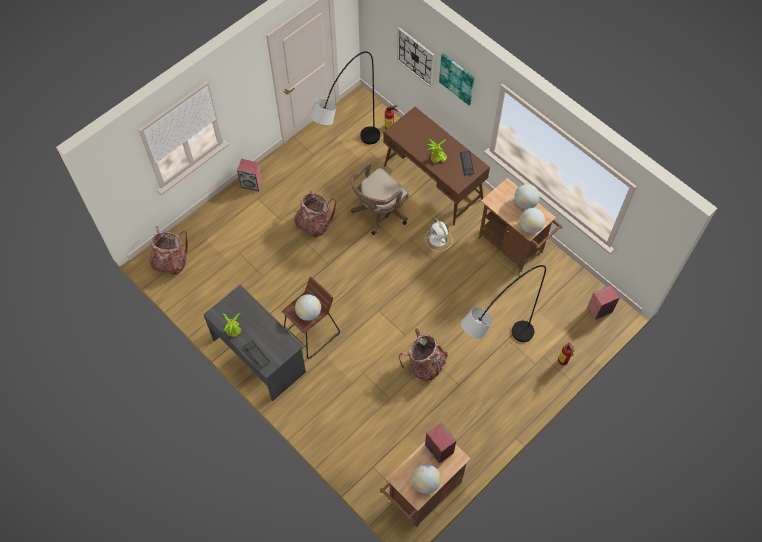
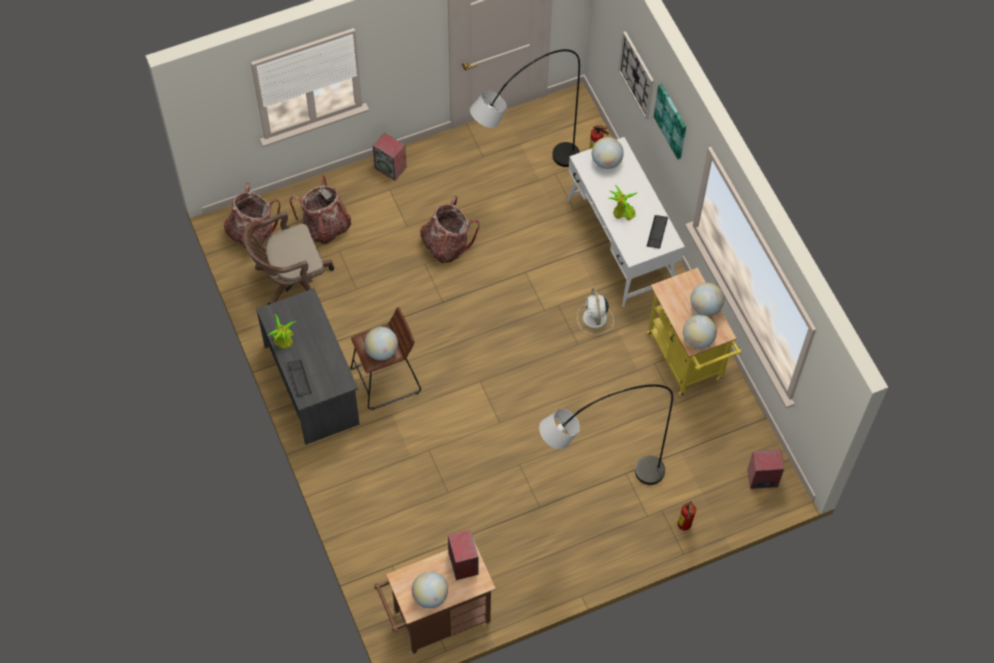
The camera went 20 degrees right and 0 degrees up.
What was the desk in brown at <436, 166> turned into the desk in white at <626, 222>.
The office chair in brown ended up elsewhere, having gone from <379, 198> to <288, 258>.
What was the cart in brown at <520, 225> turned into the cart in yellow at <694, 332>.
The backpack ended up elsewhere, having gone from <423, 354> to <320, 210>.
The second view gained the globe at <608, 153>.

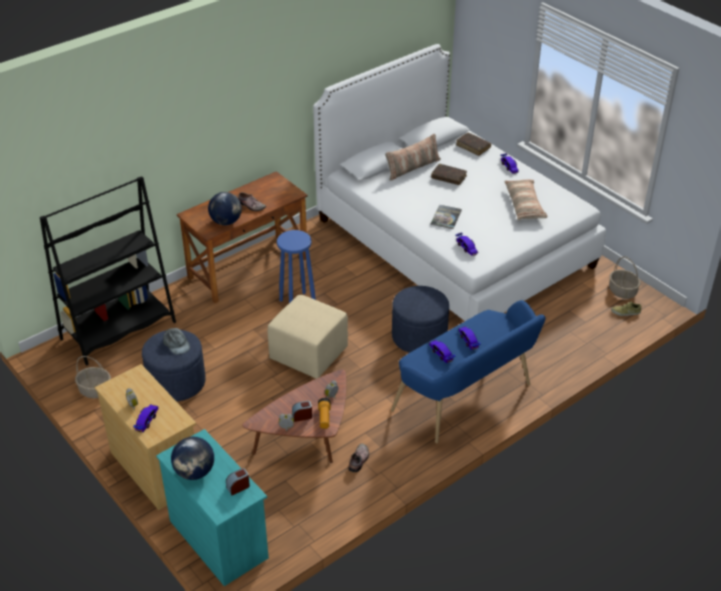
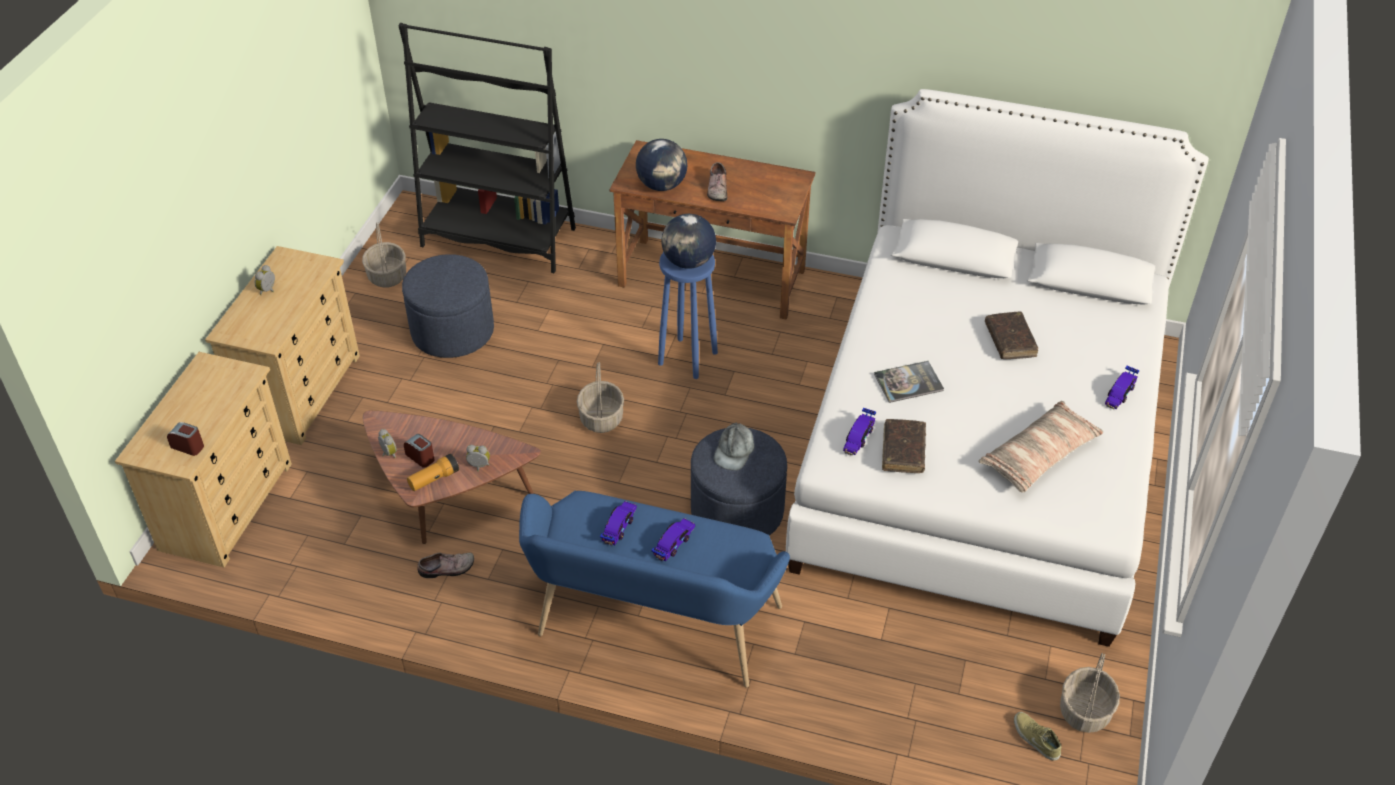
The camera went 55 degrees right and 5 degrees up.
The book in brown ended up elsewhere, having gone from <473, 144> to <904, 446>.
The second view lost the pillow at <413, 157>.
Where the ottoman in beige stood at <308, 337>, the basket came to stand at <600, 397>.
The cap in grey ended up elsewhere, having gone from <176, 341> to <734, 446>.
The second view lost the toy car at <145, 418>.
What was the dresser in turquoise at <212, 507> turned into the dresser in beige at <203, 460>.
The globe ended up elsewhere, having gone from <192, 458> to <688, 241>.

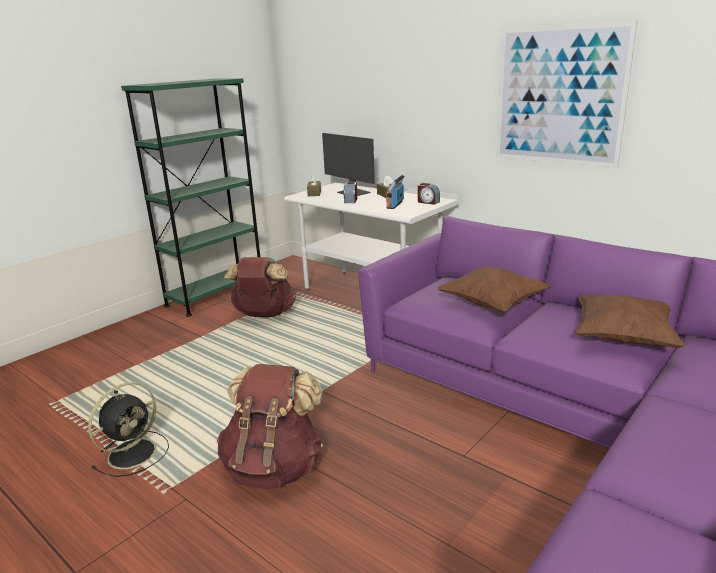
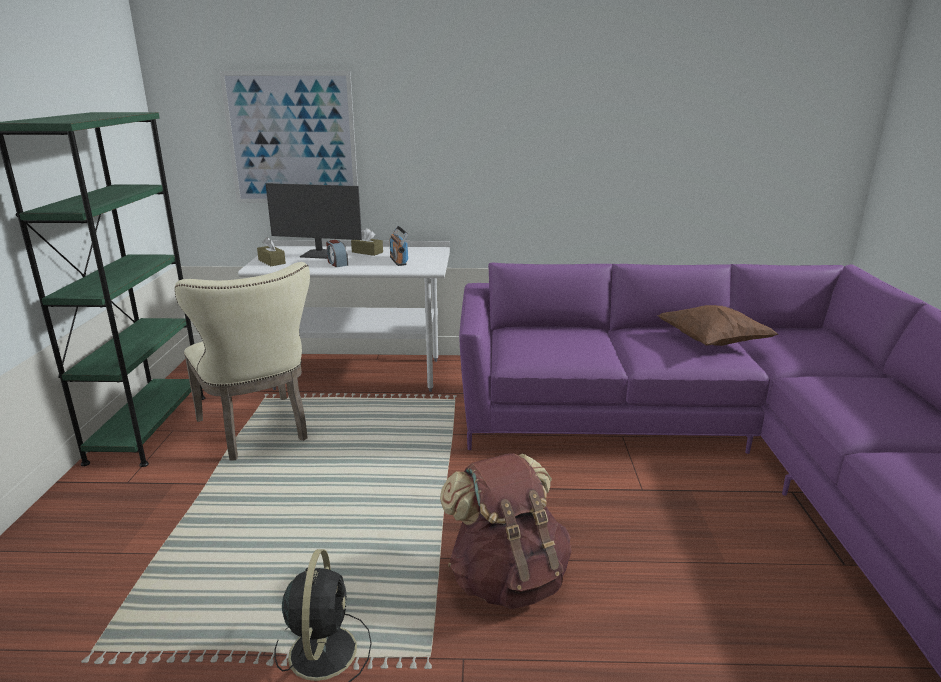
The camera went 40 degrees left and 0 degrees up.
The picture ended up elsewhere, having gone from <566, 94> to <288, 137>.
The second view lost the alarm clock at <429, 194>.
Where the backpack in brown stood at <260, 287>, the chair in beige came to stand at <242, 361>.
The second view lost the pillow in brown at <494, 289>.

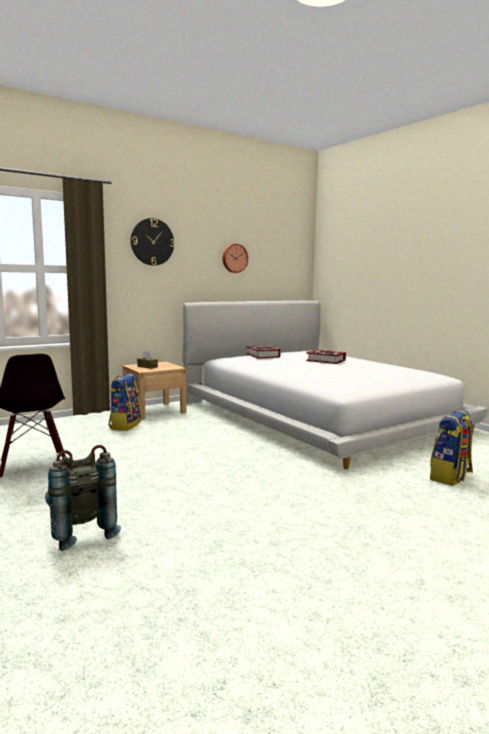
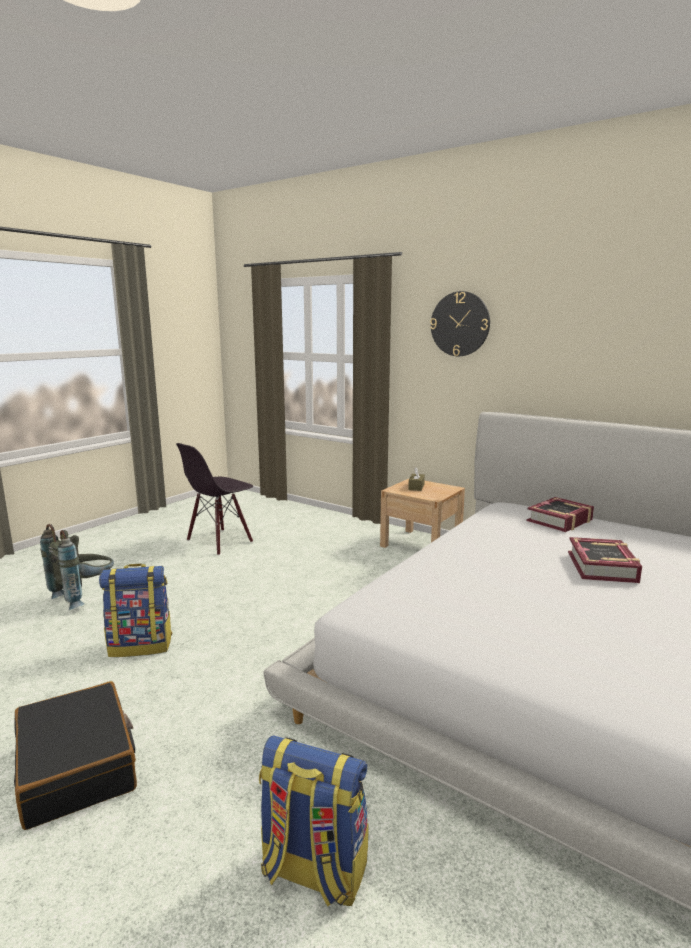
The camera went 70 degrees right and 5 degrees up.
The second view lost the wall clock at <235, 258>.
The backpack ended up elsewhere, having gone from <124, 402> to <135, 610>.
The second view gained the suitcase in black at <75, 755>.

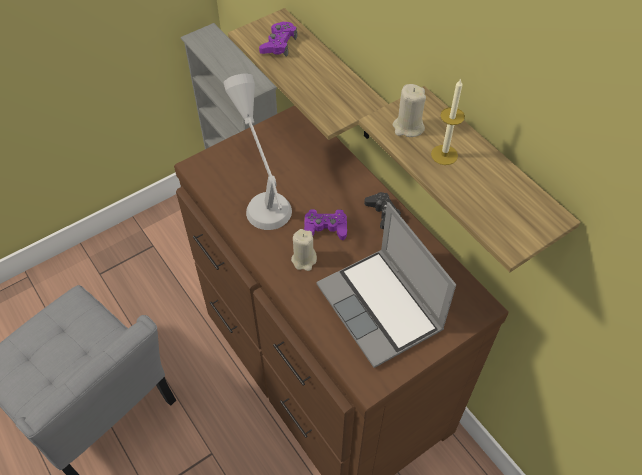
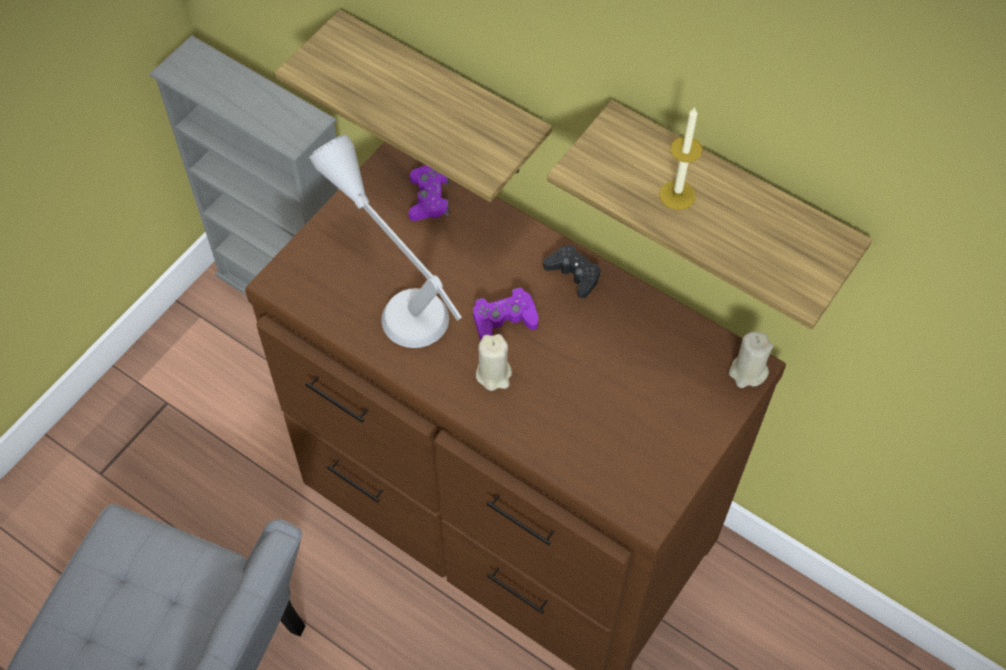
The camera went 20 degrees left and 5 degrees up.
The game controller in purple ended up elsewhere, having gone from <278, 39> to <429, 193>.
The candle in beige ended up elsewhere, having gone from <409, 110> to <751, 360>.
The second view lost the laptop at <386, 285>.

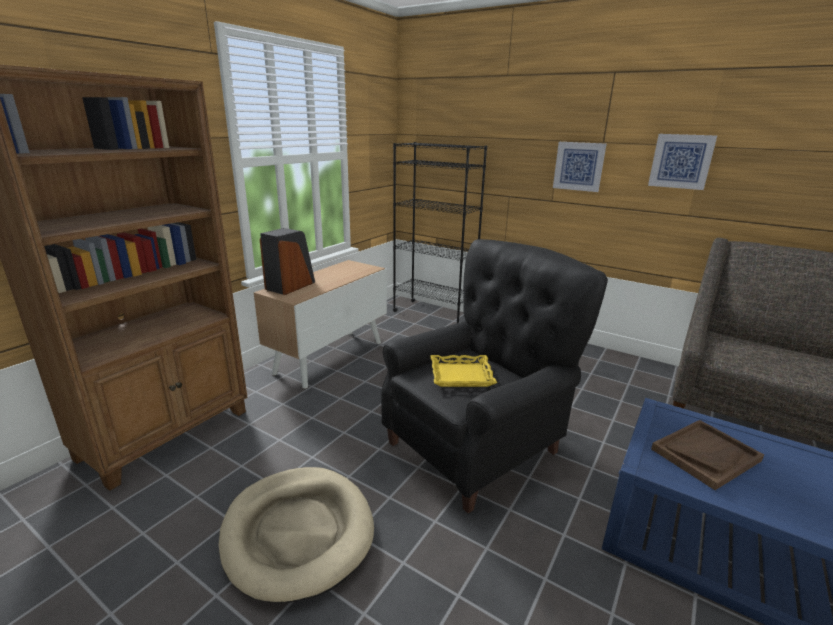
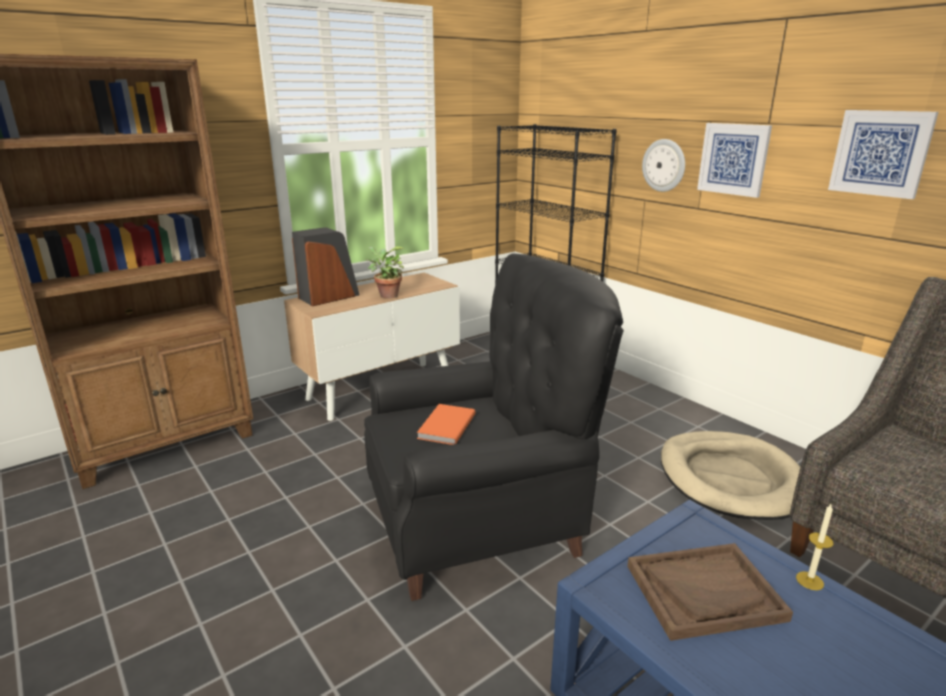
The camera went 20 degrees right and 0 degrees up.
Where the tray in yellow stood at <463, 371>, the book in orange came to stand at <446, 424>.
The dog bed in beige ended up elsewhere, having gone from <296, 535> to <730, 475>.
The second view gained the wall clock at <663, 165>.
The second view gained the potted plant at <385, 272>.
The second view gained the candle at <815, 547>.

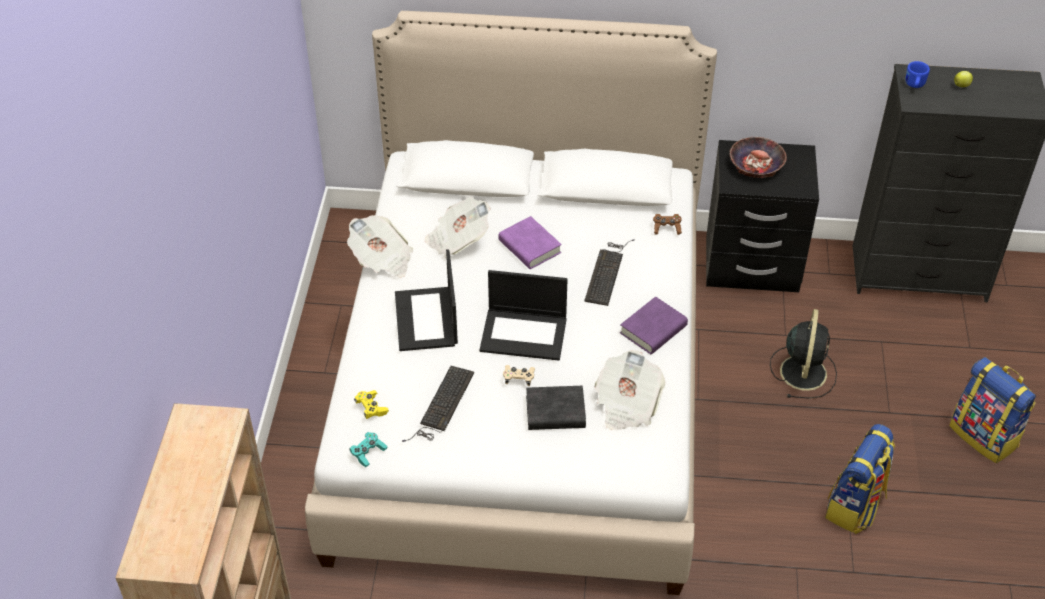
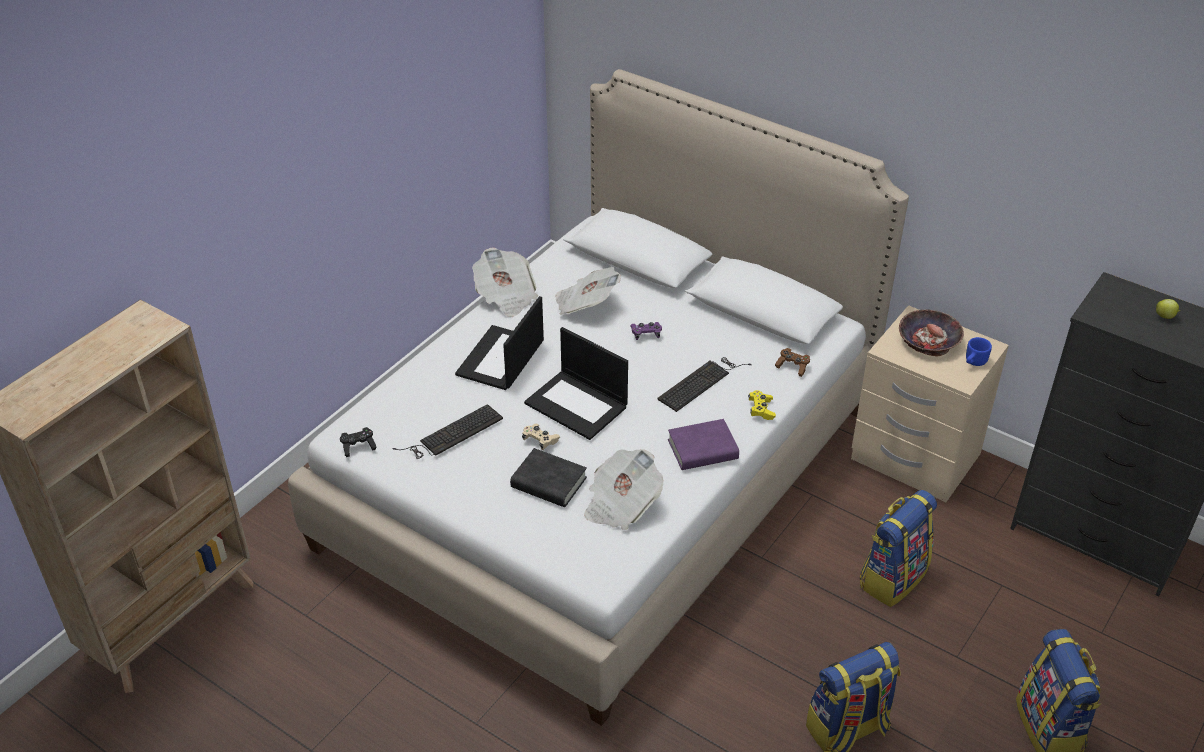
The camera went 30 degrees right and 5 degrees down.
The mug in blue ended up elsewhere, having gone from <917, 74> to <979, 351>.
What was the nightstand in black at <762, 216> turned into the nightstand in beige at <930, 403>.
Where the book in purple stood at <530, 242>, the game controller in purple came to stand at <646, 331>.
Where the fan in black stood at <803, 353>, the backpack came to stand at <898, 548>.
The game controller in yellow ended up elsewhere, having gone from <371, 404> to <762, 405>.
What was the game controller in turquoise at <368, 449> turned into the game controller in black at <358, 442>.

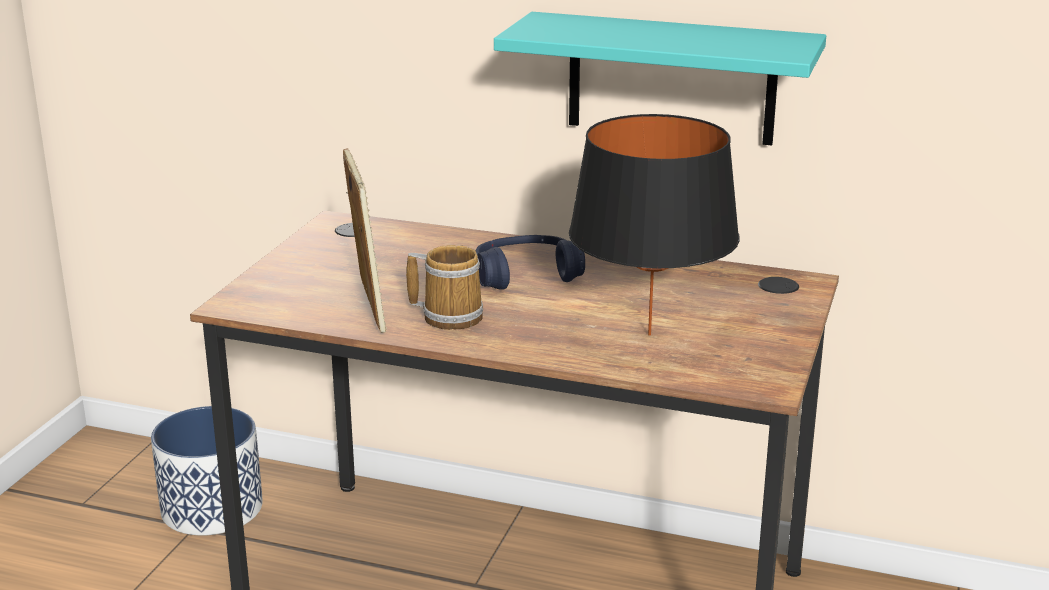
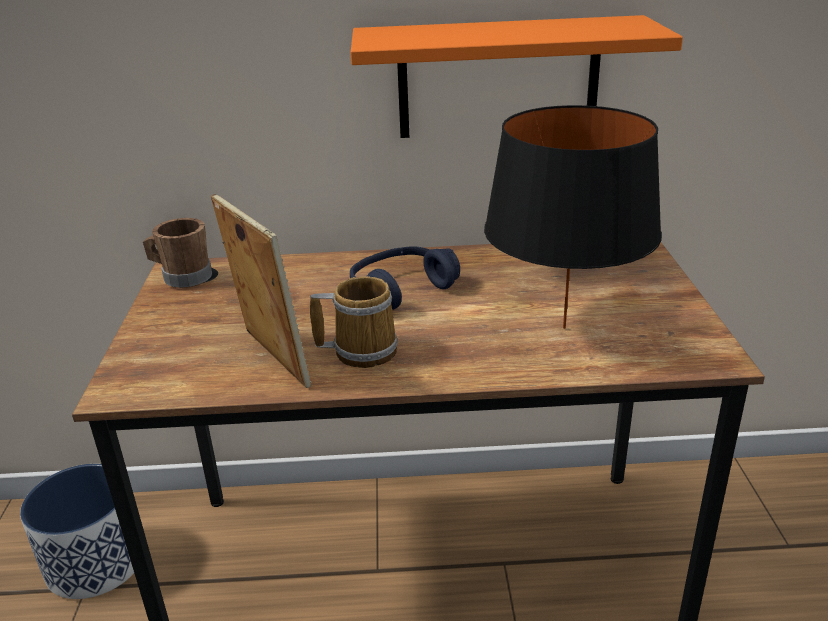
The camera went 20 degrees left and 5 degrees up.
What was the shelf in turquoise at <660, 78> turned into the shelf in orange at <516, 76>.
The second view gained the mug in brown at <177, 253>.

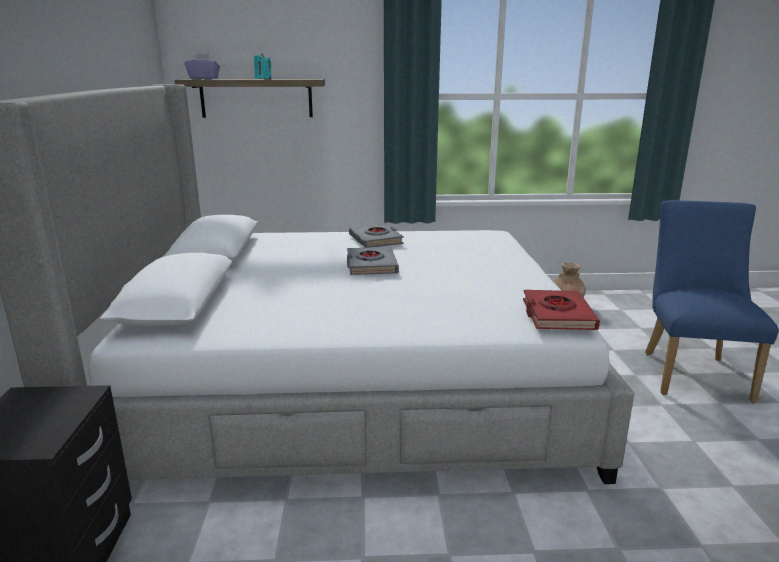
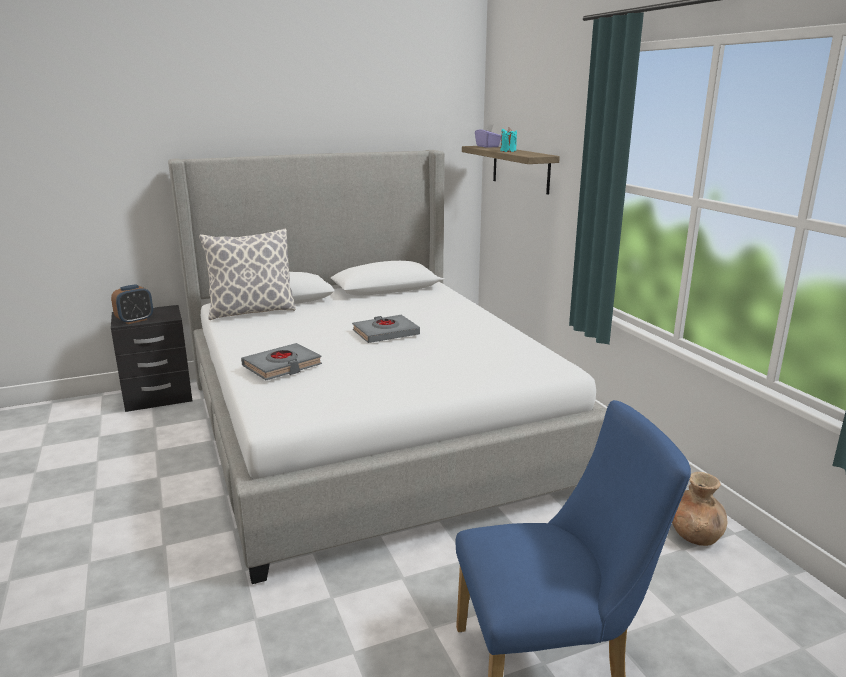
The camera went 70 degrees right and 0 degrees up.
The book in grey ended up elsewhere, having gone from <376, 236> to <281, 361>.
The second view lost the book in red at <561, 310>.
The second view gained the pillow at <247, 274>.
The second view gained the alarm clock at <132, 304>.

